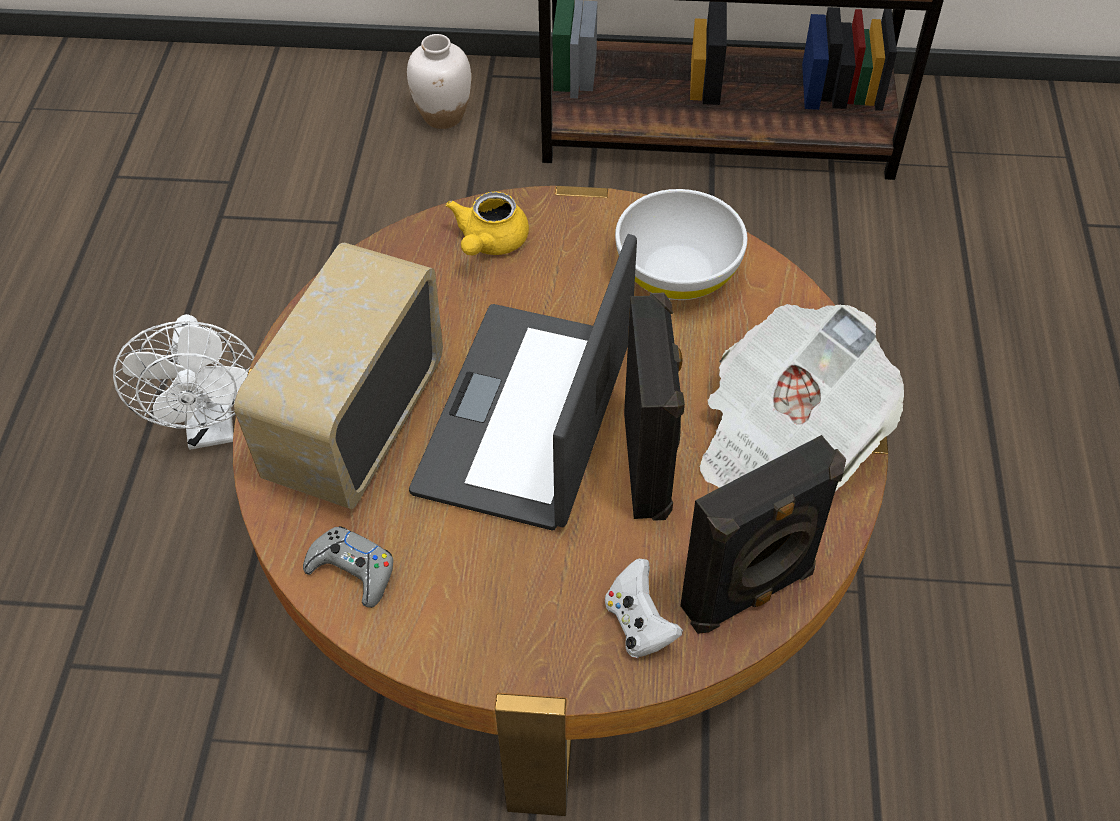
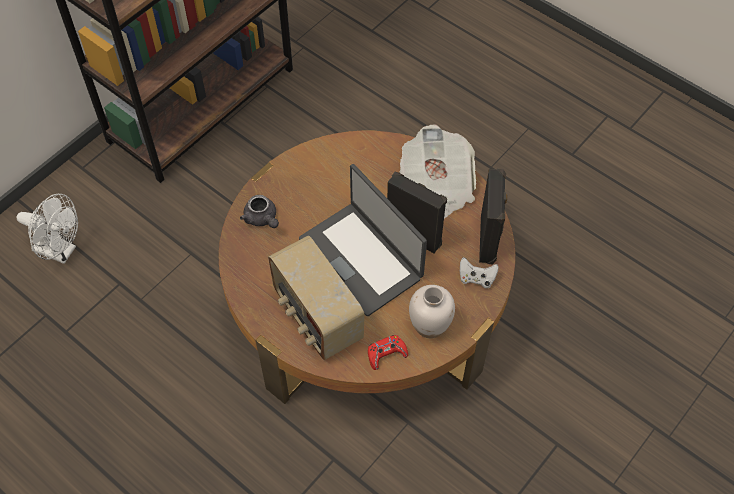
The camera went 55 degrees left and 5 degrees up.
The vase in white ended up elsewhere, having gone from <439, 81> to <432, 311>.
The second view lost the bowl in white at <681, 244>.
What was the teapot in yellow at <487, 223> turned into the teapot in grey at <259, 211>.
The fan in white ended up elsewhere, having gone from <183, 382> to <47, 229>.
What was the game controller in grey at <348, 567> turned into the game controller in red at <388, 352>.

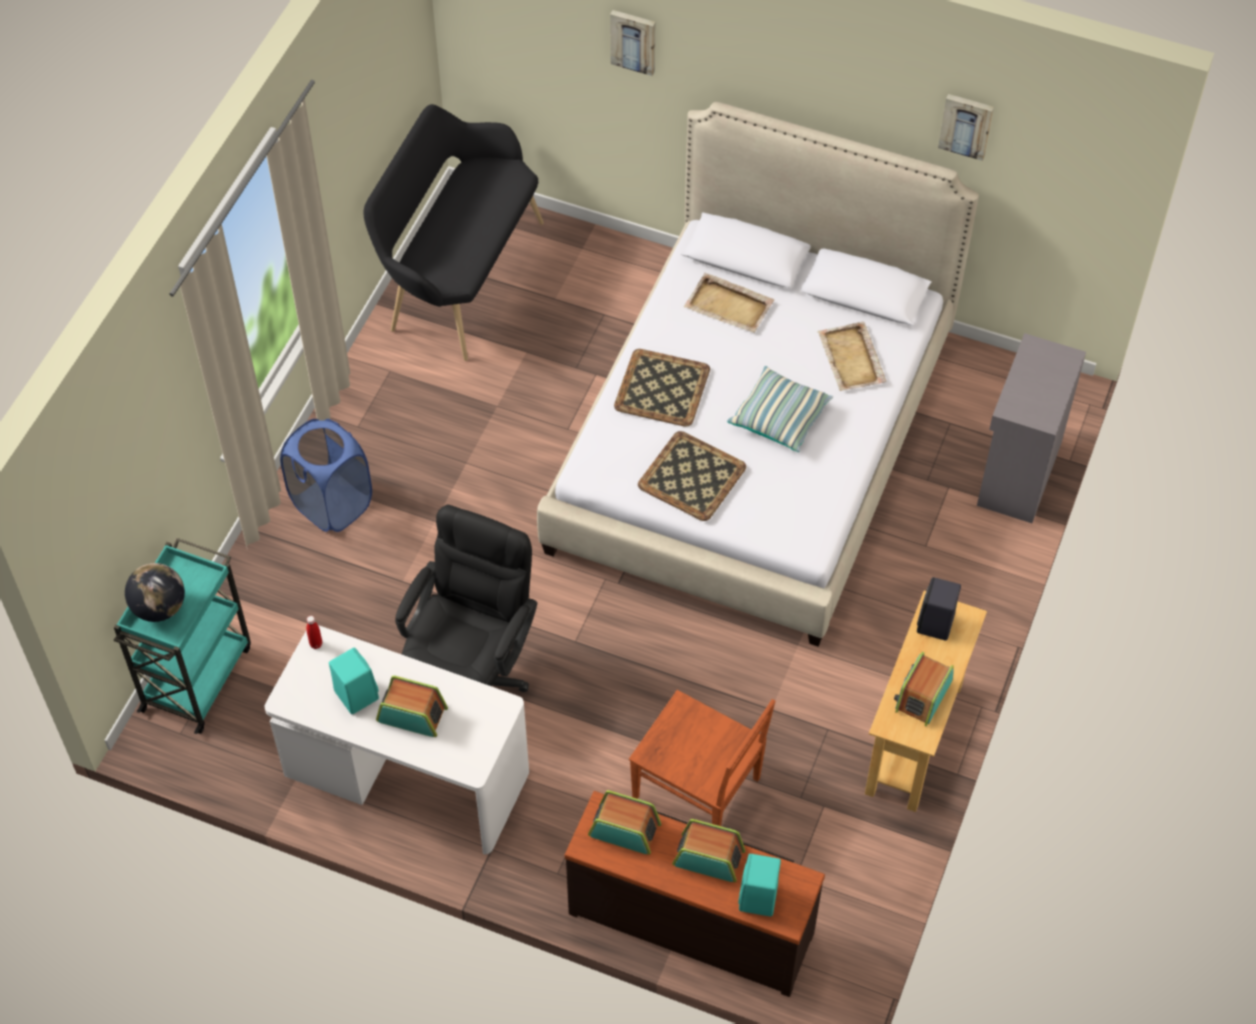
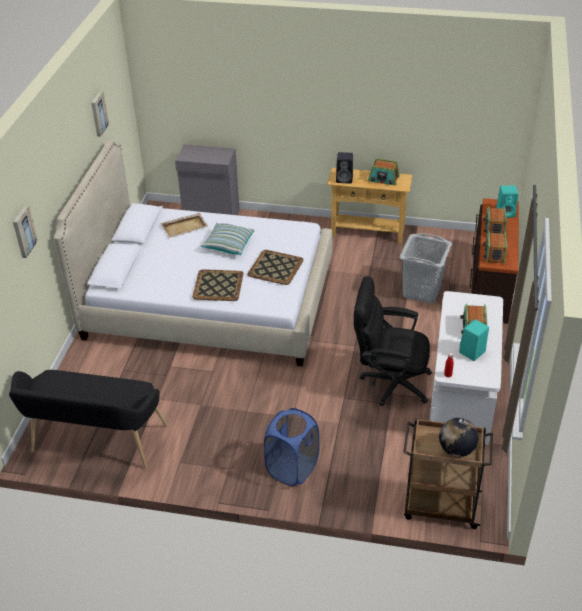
The camera went 100 degrees left and 15 degrees down.
The second view lost the tray in beige at <729, 303>.
What was the cart in turquoise at <182, 636> turned into the cart in brown at <448, 473>.
Where the chair in brown stood at <702, 758>, the laundry basket in grey came to stand at <426, 268>.

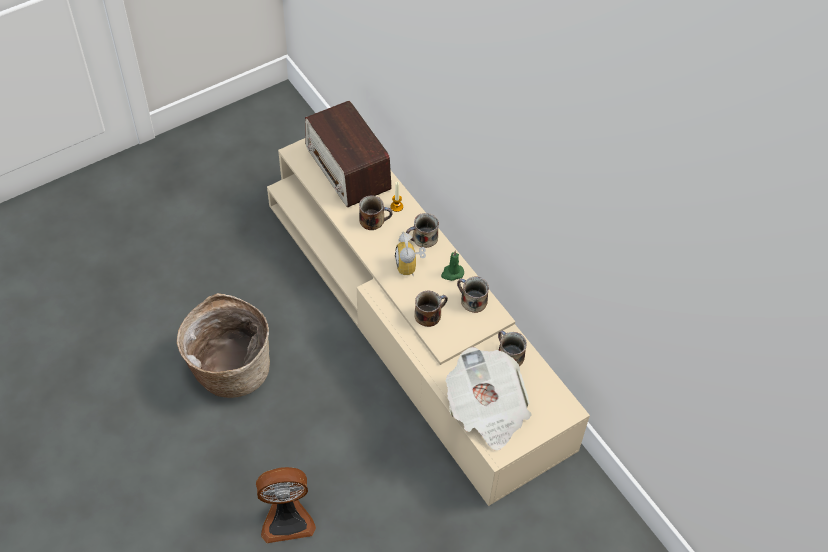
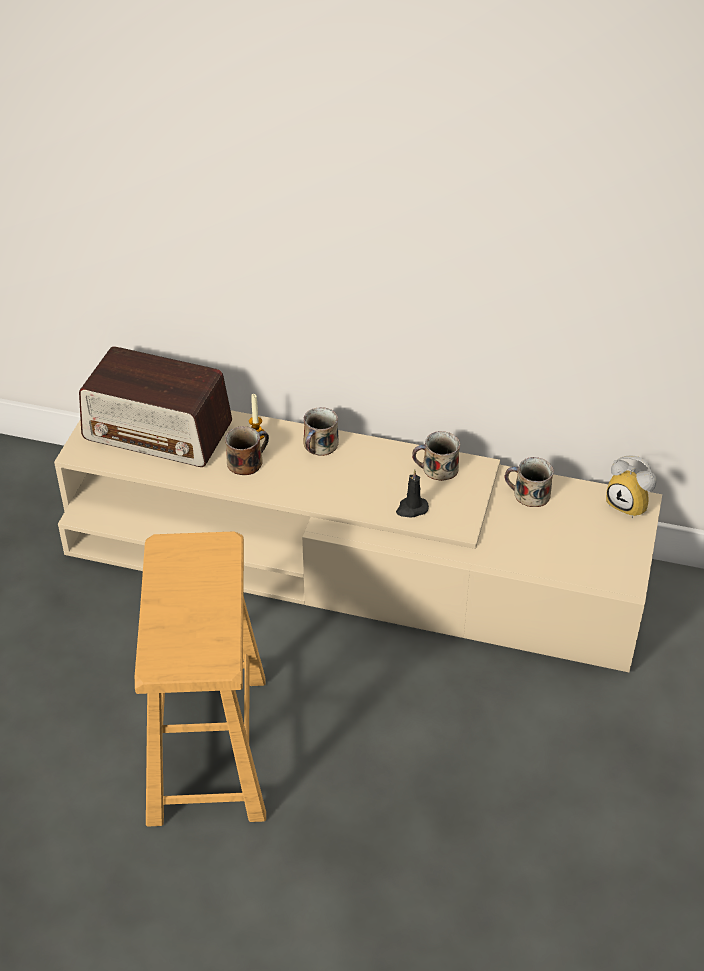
The camera went 40 degrees left and 10 degrees down.
The alarm clock ended up elsewhere, having gone from <410, 253> to <631, 486>.
The second view lost the candle in green at <452, 265>.
Where the mug stood at <431, 308>, the candle in black came to stand at <412, 493>.
Where the basket stood at <223, 345>, the stool in brown came to stand at <200, 679>.
The second view lost the newspaper at <489, 398>.
The second view lost the fan at <286, 505>.

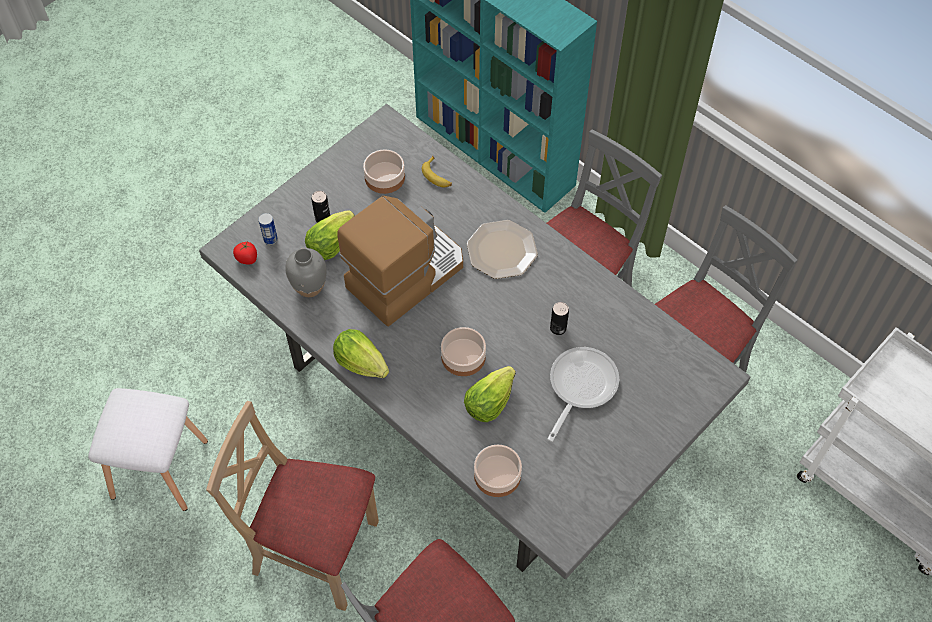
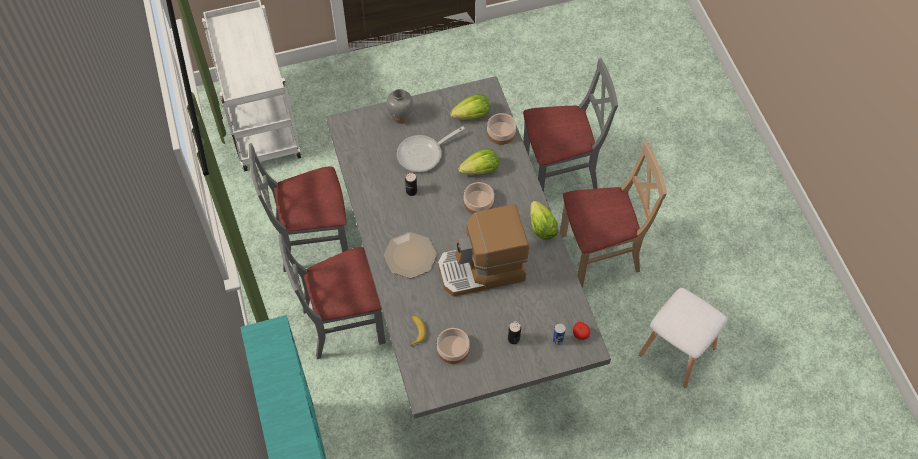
The camera went 150 degrees left and 0 degrees up.
The lettuce ended up elsewhere, having gone from <330, 235> to <470, 107>.
The vase in grey ended up elsewhere, having gone from <306, 272> to <399, 106>.
The chair in beige at <292, 506> ended up facing another way, 60 degrees counterclockwise from before.

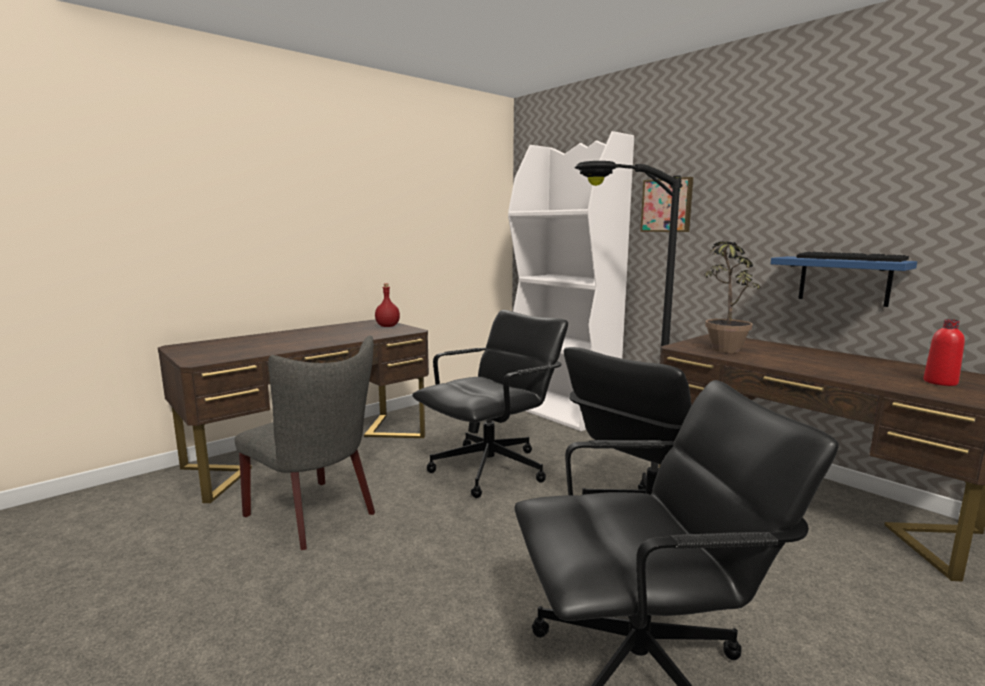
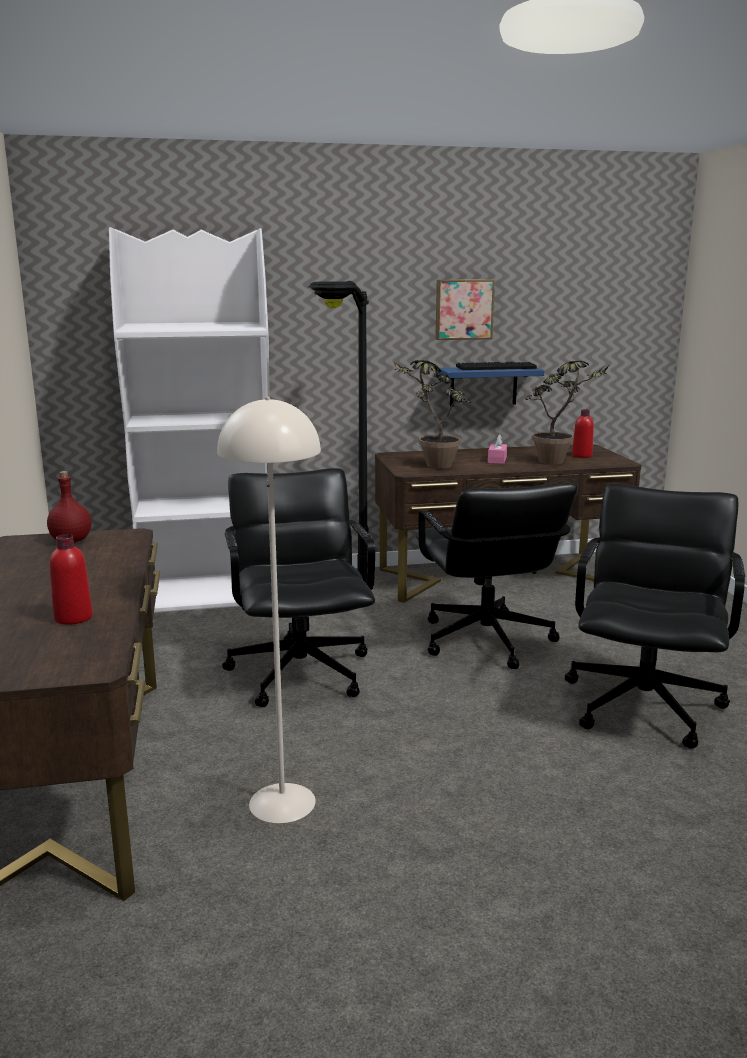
The camera went 60 degrees left and 5 degrees up.
The picture ended up elsewhere, having gone from <666, 204> to <465, 310>.
Where the chair in grey stood at <305, 443>, the floor lamp in beige came to stand at <269, 610>.
The second view gained the potted plant at <567, 412>.
The second view gained the tissue box in pink at <497, 449>.
The second view gained the bottle in red at <71, 579>.

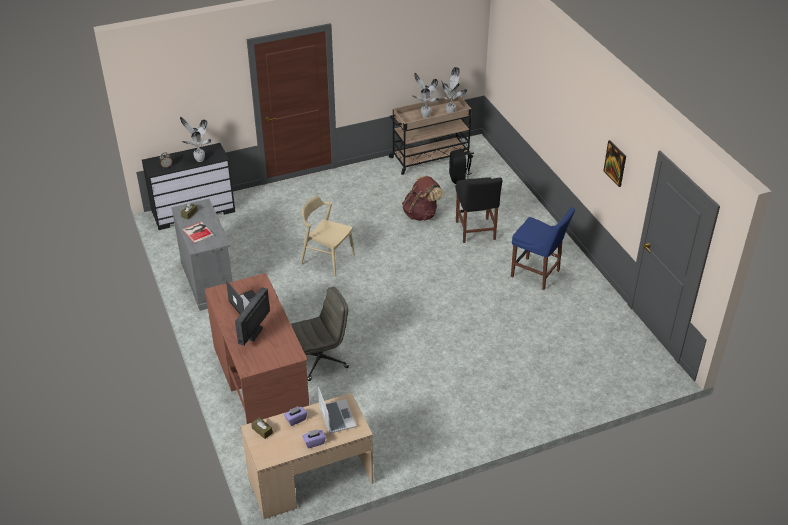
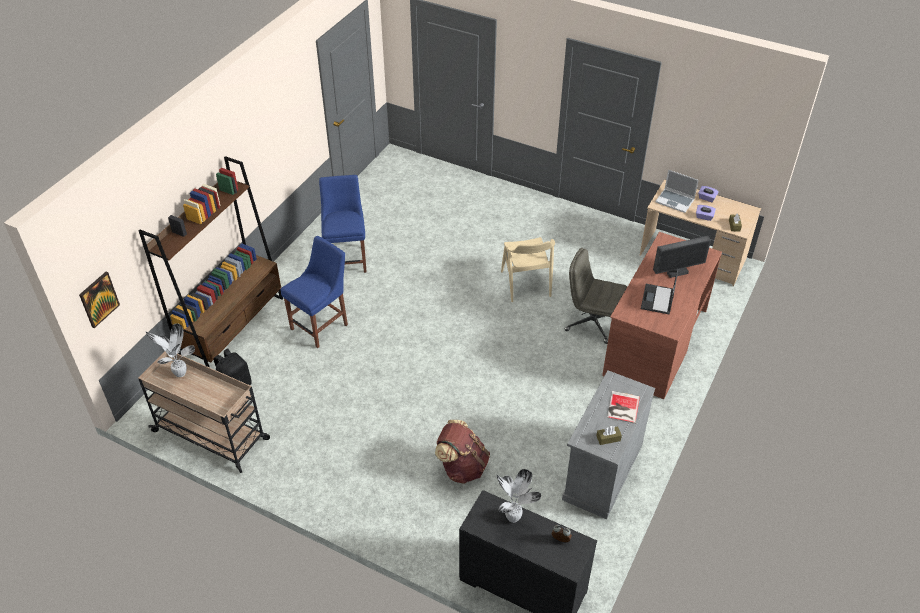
The camera went 130 degrees left and 5 degrees up.
The second view lost the potted plant at <425, 95>.
The picture ended up elsewhere, having gone from <614, 163> to <99, 300>.
The backpack in brown ended up elsewhere, having gone from <422, 198> to <462, 452>.
What was the chair in black at <479, 210> turned into the chair in blue at <314, 292>.
The chair in beige ended up elsewhere, having gone from <328, 236> to <528, 269>.
The laptop at <337, 410> ended up facing another way, 90 degrees counterclockwise from before.
The second view gained the bookcase in brown at <211, 262>.

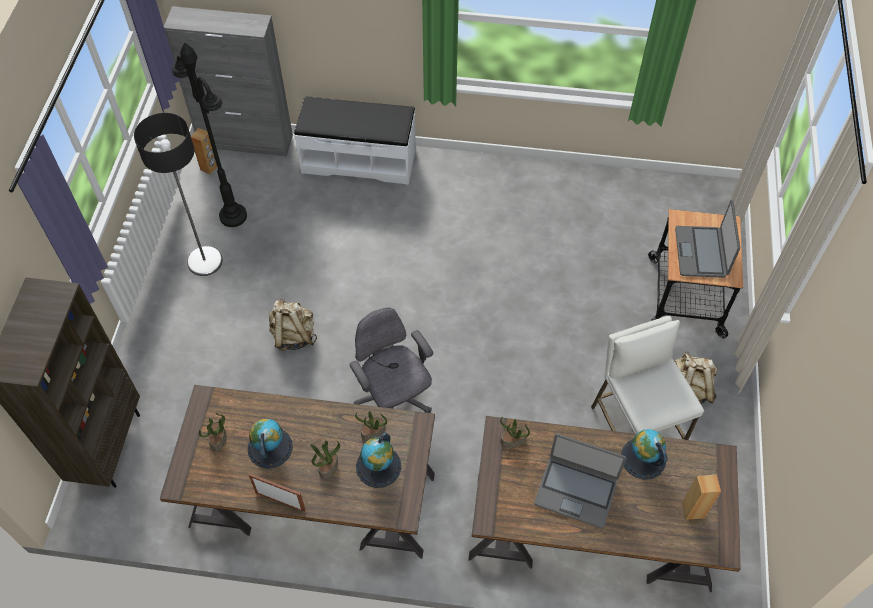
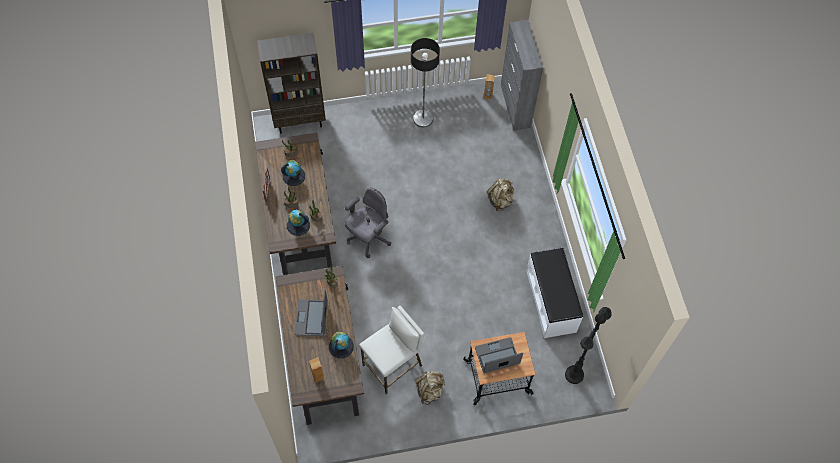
The camera went 70 degrees right and 5 degrees up.
The floor lamp in black ended up elsewhere, having gone from <209, 135> to <588, 345>.
The bench in white ended up elsewhere, having gone from <355, 140> to <554, 292>.
The backpack in beige ended up elsewhere, having gone from <293, 325> to <500, 194>.

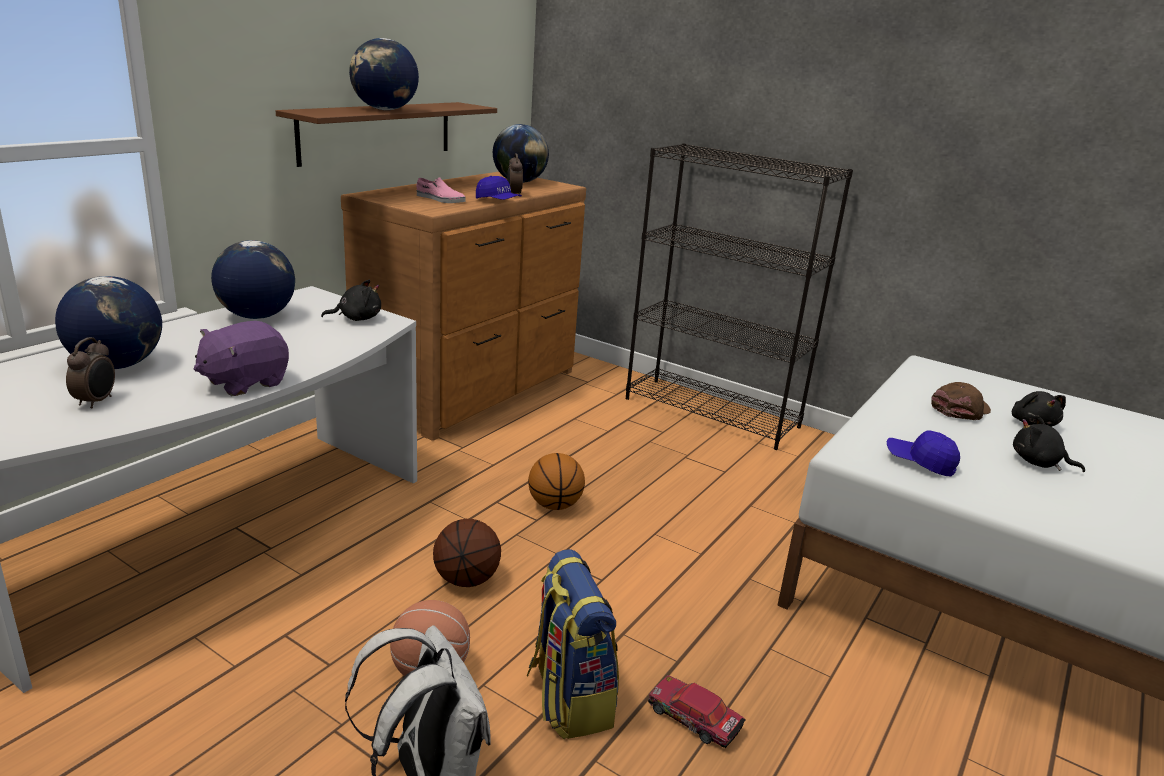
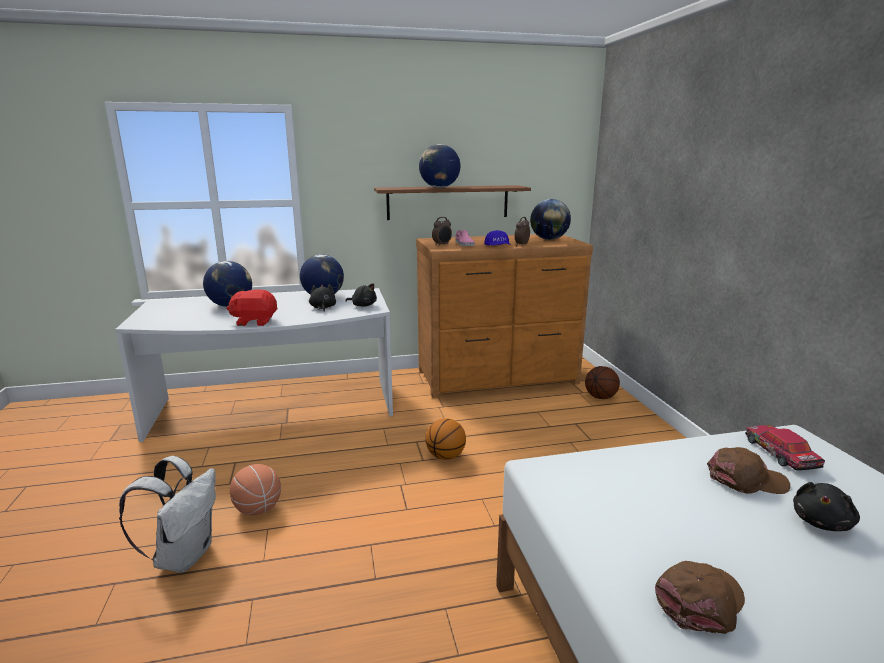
The camera went 45 degrees right and 5 degrees down.
The second view lost the bookcase in black at <739, 296>.
What was the plush toy in purple at <241, 358> turned into the plush toy in red at <252, 308>.
The alarm clock ended up elsewhere, having gone from <90, 373> to <442, 231>.
The plush toy in black ended up elsewhere, having gone from <1049, 443> to <322, 297>.
The second view lost the cap in blue at <923, 453>.
The basketball ended up elsewhere, having gone from <467, 553> to <602, 382>.
The second view lost the backpack at <573, 644>.
The toy car ended up elsewhere, having gone from <696, 711> to <785, 447>.
The second view gained the cap in brown at <700, 597>.

